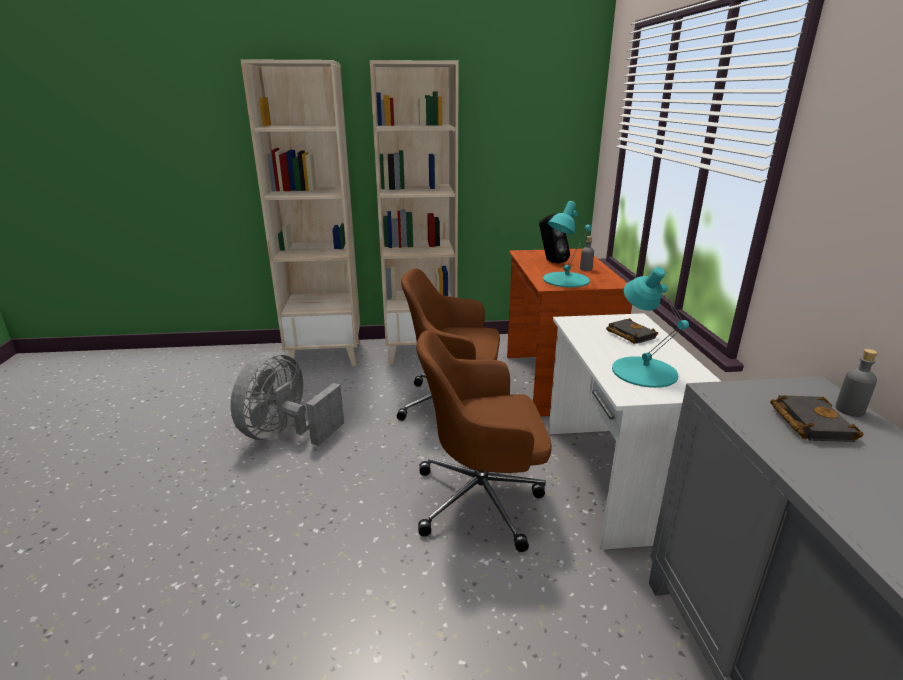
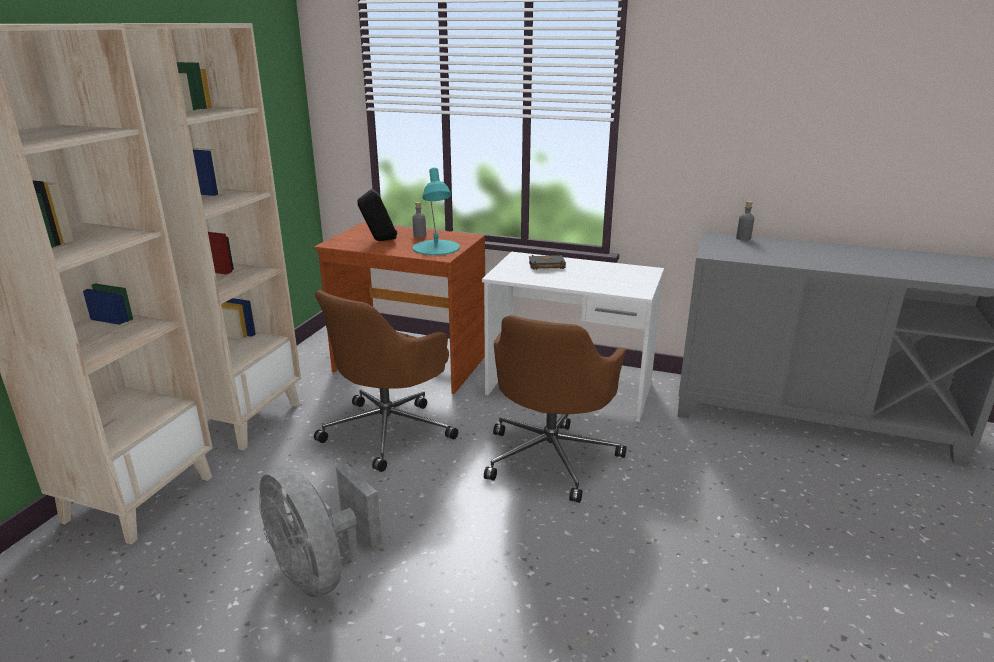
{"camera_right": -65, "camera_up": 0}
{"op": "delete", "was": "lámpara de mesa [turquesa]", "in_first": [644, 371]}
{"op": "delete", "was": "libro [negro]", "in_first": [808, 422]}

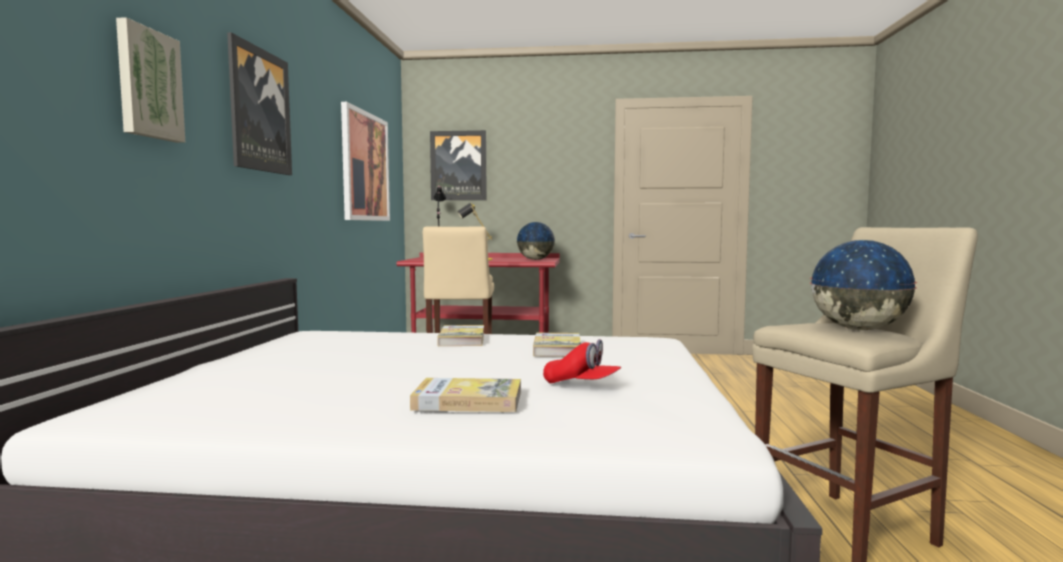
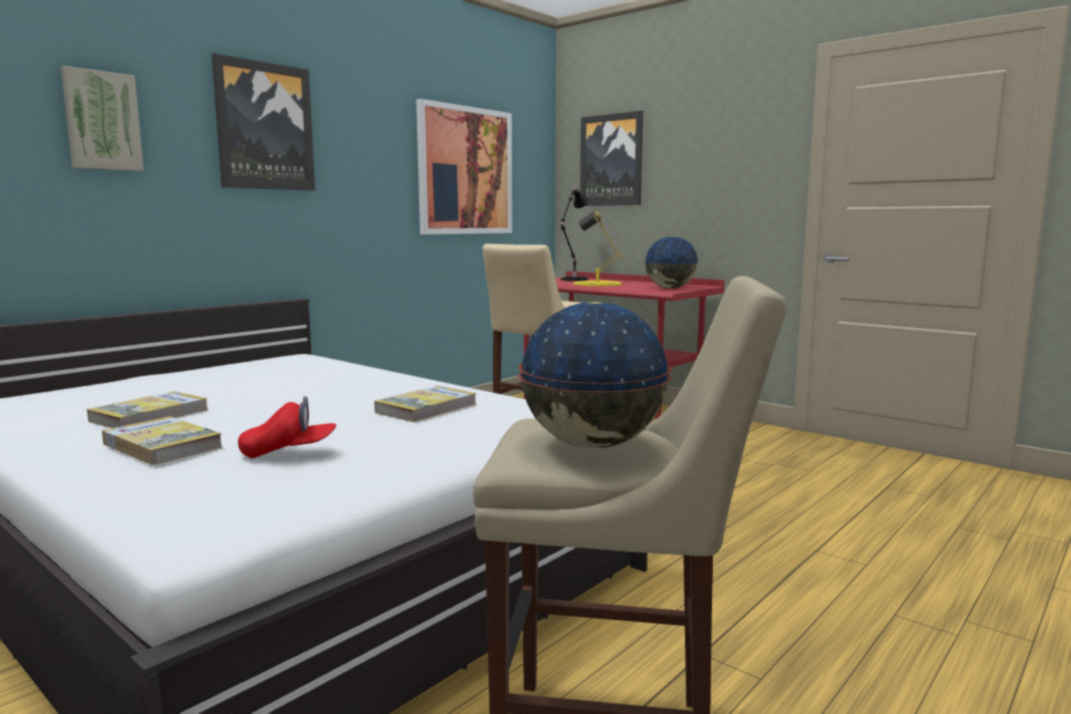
{"camera_right": 35, "camera_up": 5}
{"op": "move", "was": "libro", "in_first": [462, 339], "in_second": [150, 415]}
{"op": "rotate", "was": "gorra [rojo]", "in_first": [581, 384], "in_second": [289, 452], "clockwise": -75}

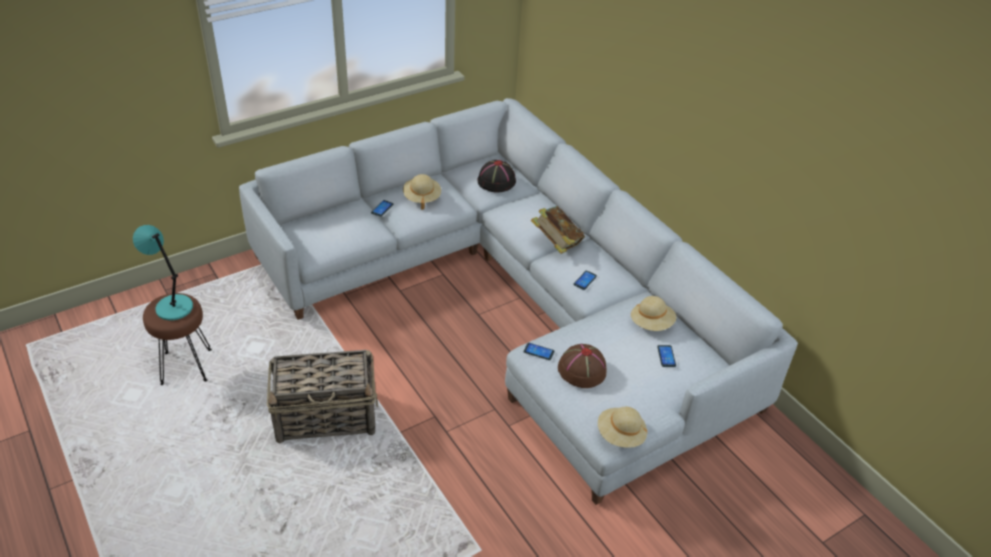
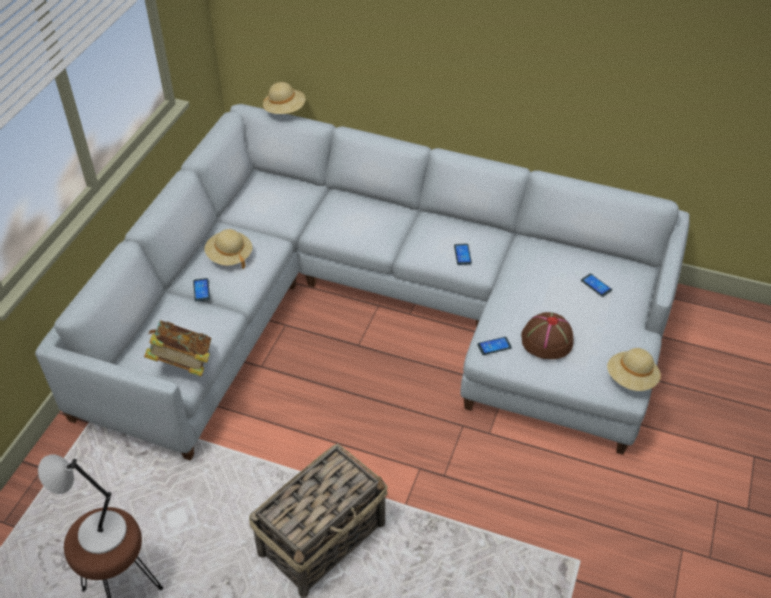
{"camera_right": -35, "camera_up": 5}
{"op": "delete", "was": "sombrero [negro]", "in_first": [496, 181]}
{"op": "move", "was": "libro", "in_first": [556, 244], "in_second": [182, 363]}
{"op": "move", "was": "sombrero [beis]", "in_first": [651, 324], "in_second": [285, 110]}
{"op": "recolor", "was": "lámpara de mesa [turquesa]", "now": "lámpara de mesa [gris]", "in_first": [172, 307], "in_second": [99, 533]}

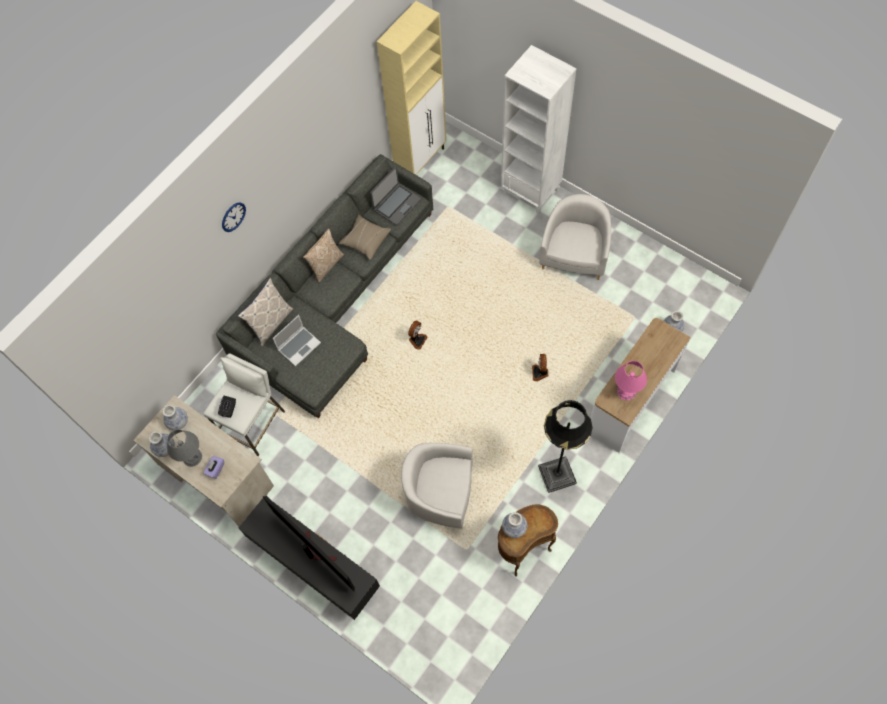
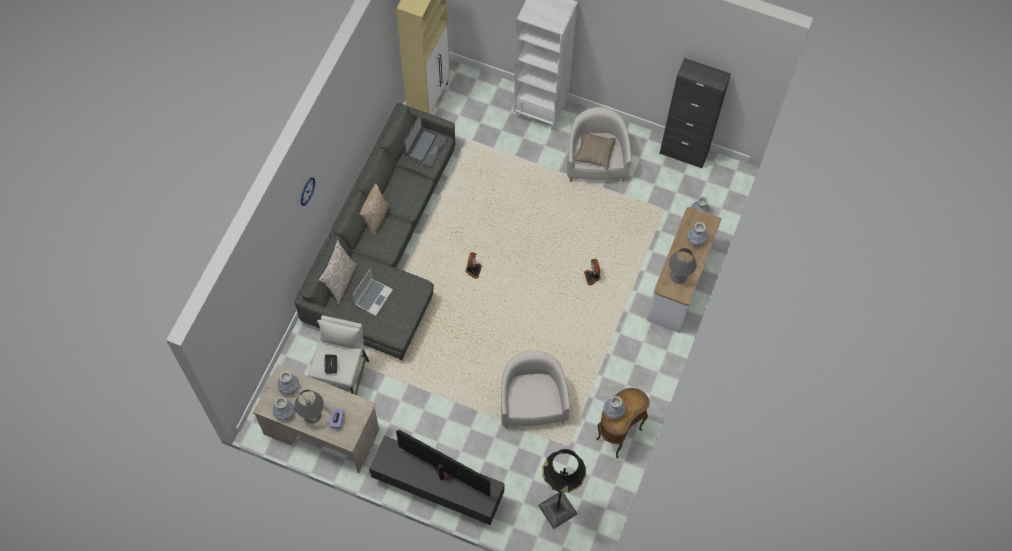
{"camera_right": -20, "camera_up": 0}
{"op": "insert", "now": "armario [negro]", "in_second": [683, 153]}
{"op": "insert", "now": "florero", "in_second": [696, 239]}
{"op": "move", "was": "cojín [beis]", "in_first": [365, 240], "in_second": [594, 153]}
{"op": "move", "was": "lámpara de pie [negro]", "in_first": [557, 475], "in_second": [557, 510]}
{"op": "recolor", "was": "lámpara de mesa [rosa]", "now": "lámpara de mesa [gris]", "in_first": [626, 391], "in_second": [678, 276]}
{"op": "rotate", "was": "sillón [blanco]", "in_first": [440, 493], "in_second": [532, 403], "clockwise": 90}

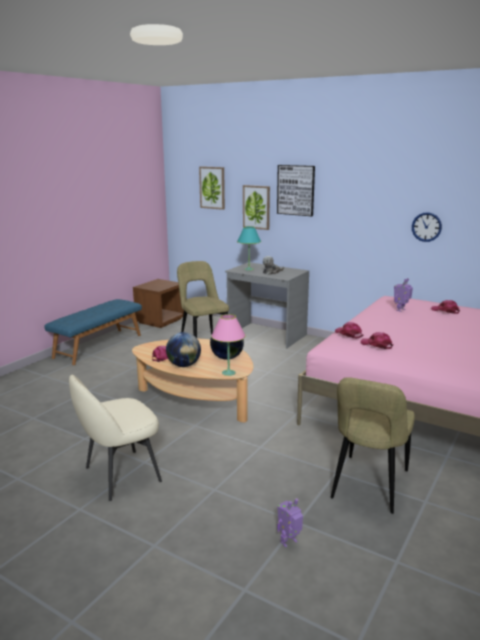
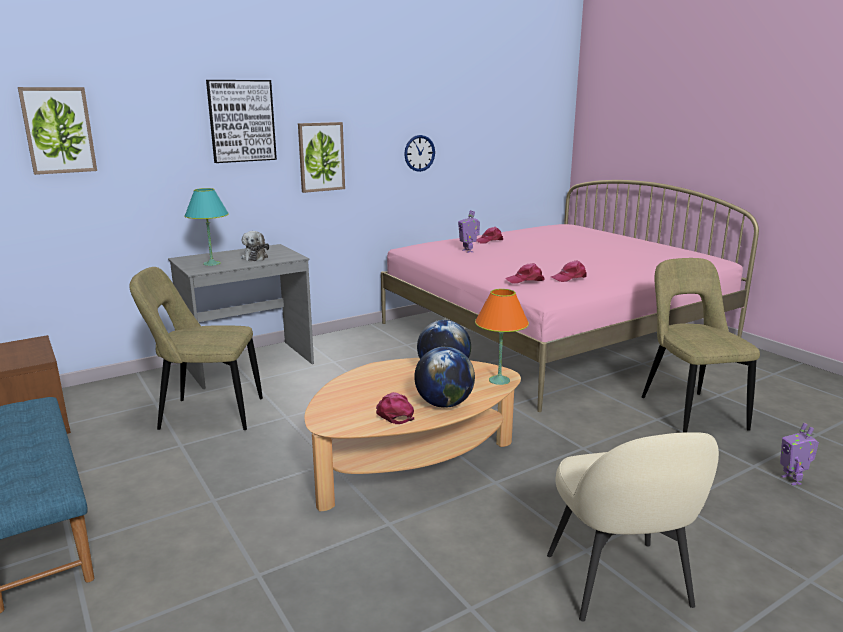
{"camera_right": -65, "camera_up": 0}
{"op": "move", "was": "cuadro", "in_first": [256, 207], "in_second": [321, 157]}
{"op": "recolor", "was": "lámpara de mesa [rosa]", "now": "lámpara de mesa [naranja]", "in_first": [228, 373], "in_second": [499, 380]}
{"op": "rotate", "was": "silla [beis]", "in_first": [368, 486], "in_second": [689, 411], "clockwise": -150}

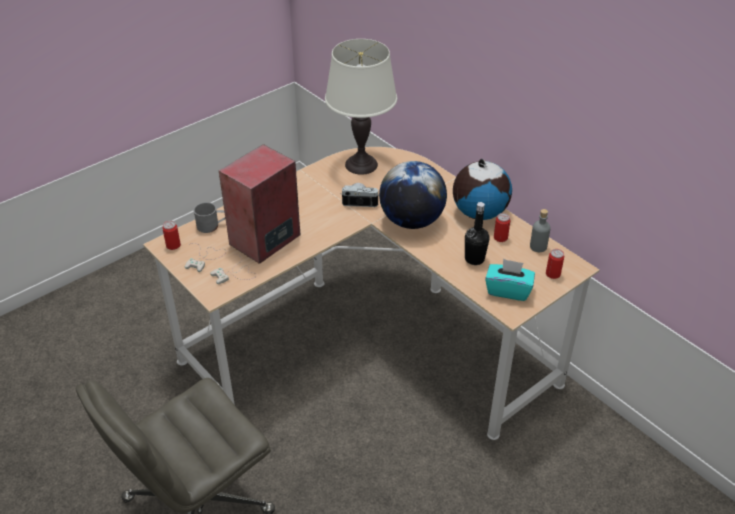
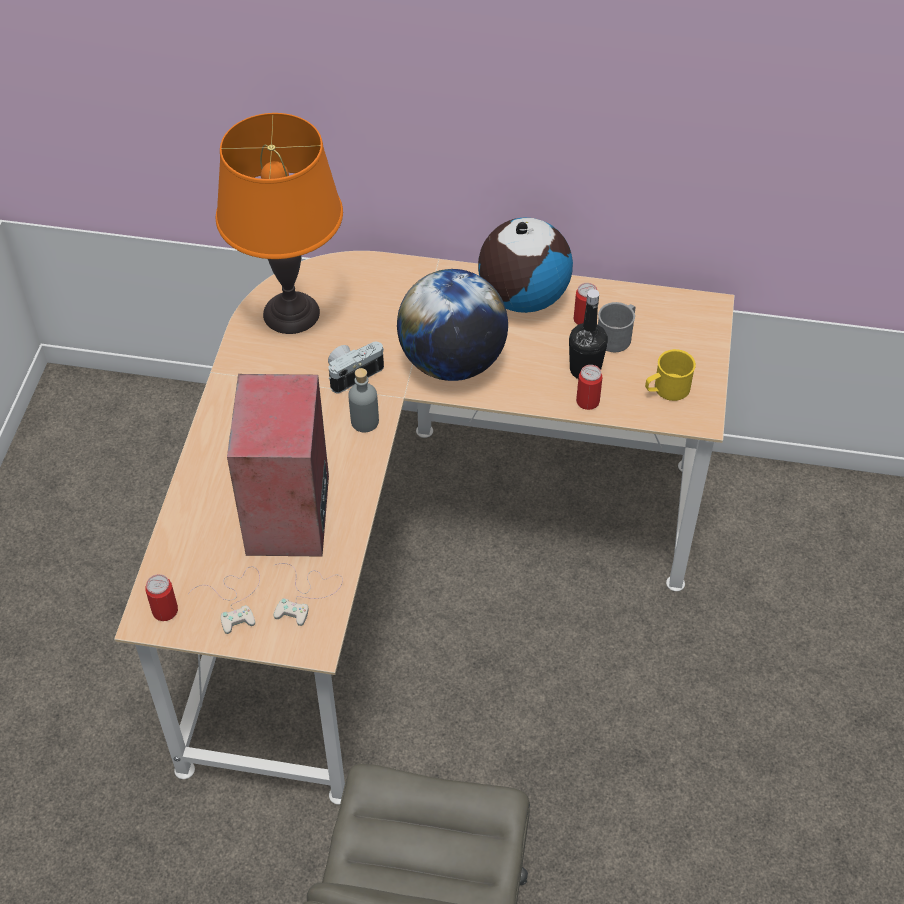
{"camera_right": -40, "camera_up": 10}
{"op": "move", "was": "taza grande [gris]", "in_first": [211, 225], "in_second": [617, 336]}
{"op": "move", "was": "botella [gris]", "in_first": [538, 246], "in_second": [364, 421]}
{"op": "move", "was": "lata", "in_first": [553, 274], "in_second": [587, 401]}
{"op": "replace", "was": "caja de pañuelos [turquesa]", "now": "taza grande [amarillo]", "in_first": [508, 290], "in_second": [666, 389]}
{"op": "recolor", "was": "lámpara de mesa [blanco]", "now": "lámpara de mesa [naranja]", "in_first": [361, 164], "in_second": [291, 313]}

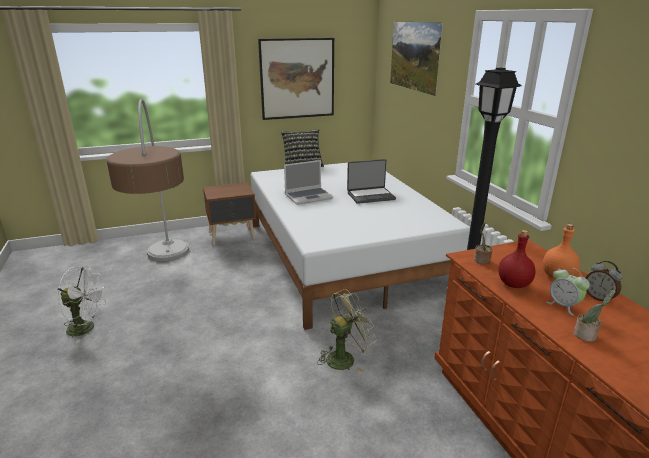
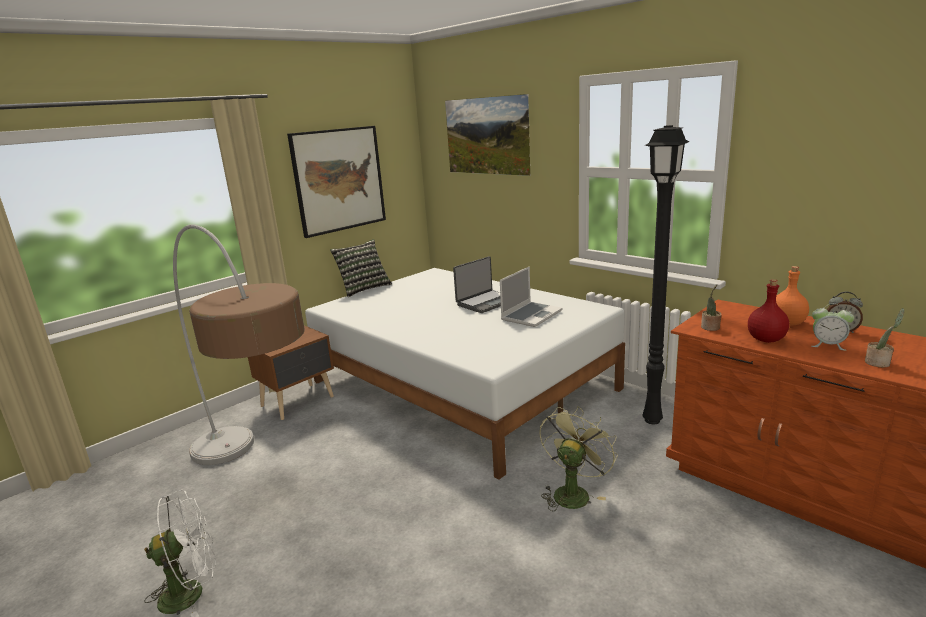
{"camera_right": -25, "camera_up": -5}
{"op": "move", "was": "portátil", "in_first": [309, 196], "in_second": [531, 315]}

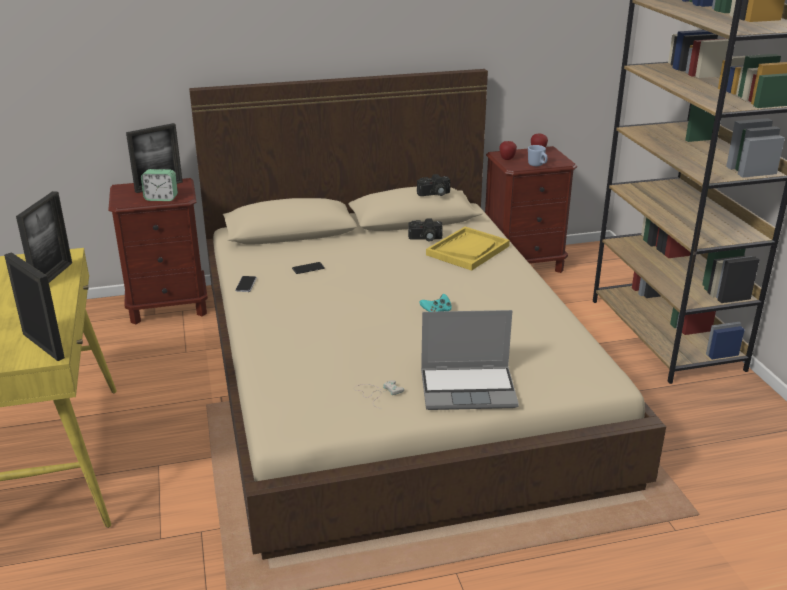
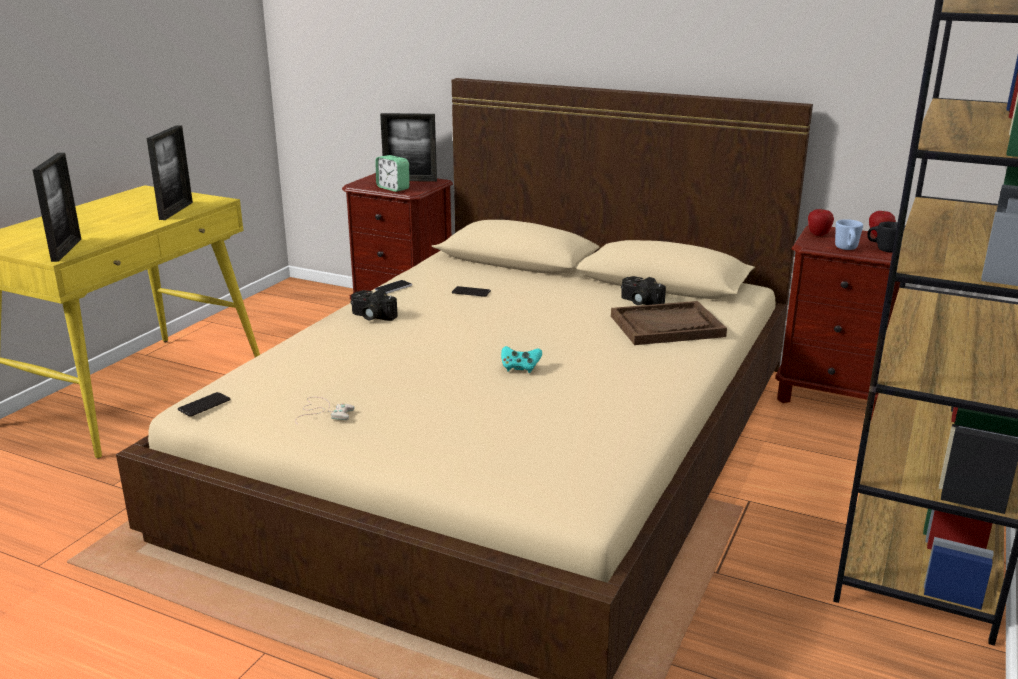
{"camera_right": 40, "camera_up": -5}
{"op": "delete", "was": "portátil", "in_first": [469, 389]}
{"op": "insert", "now": "móvil", "in_second": [204, 405]}
{"op": "insert", "now": "taza grande [negro]", "in_second": [883, 249]}
{"op": "move", "was": "cámara", "in_first": [434, 194], "in_second": [371, 317]}
{"op": "recolor", "was": "bandeja [amarillo]", "now": "bandeja [marrón]", "in_first": [468, 250], "in_second": [667, 326]}
{"op": "rotate", "was": "portarretratos", "in_first": [53, 276], "in_second": [176, 211], "clockwise": -45}

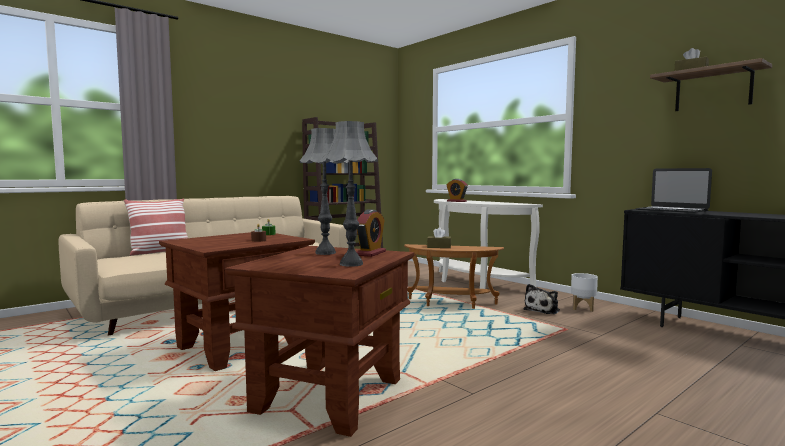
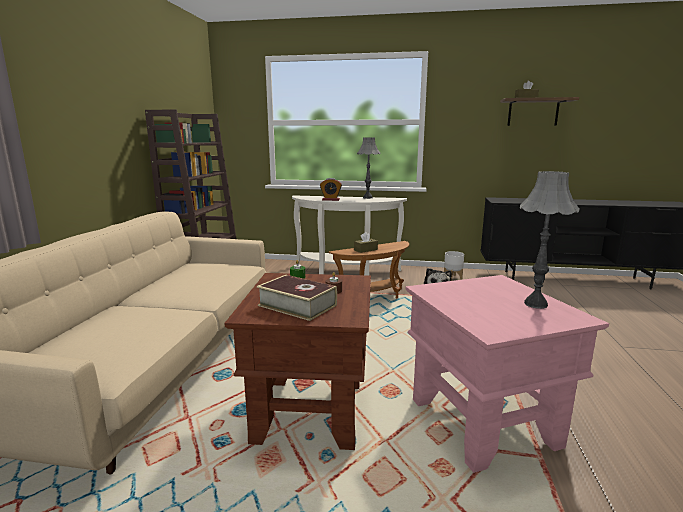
{"camera_right": -40, "camera_up": 10}
{"op": "delete", "was": "cojín", "in_first": [160, 251]}
{"op": "delete", "was": "despertador", "in_first": [370, 253]}
{"op": "delete", "was": "portátil", "in_first": [672, 210]}
{"op": "insert", "now": "libro", "in_second": [297, 305]}
{"op": "move", "was": "lámpara de mesa [gris]", "in_first": [325, 253], "in_second": [367, 197]}
{"op": "recolor", "was": "mesa auxiliar [marrón]", "now": "mesa auxiliar [rosa]", "in_first": [330, 395], "in_second": [483, 422]}

